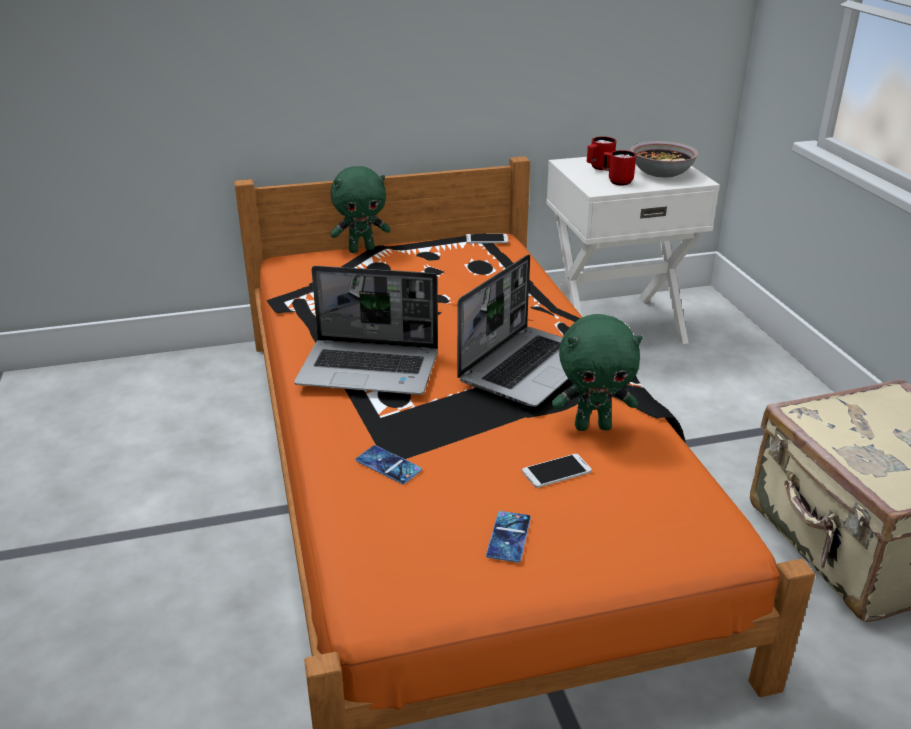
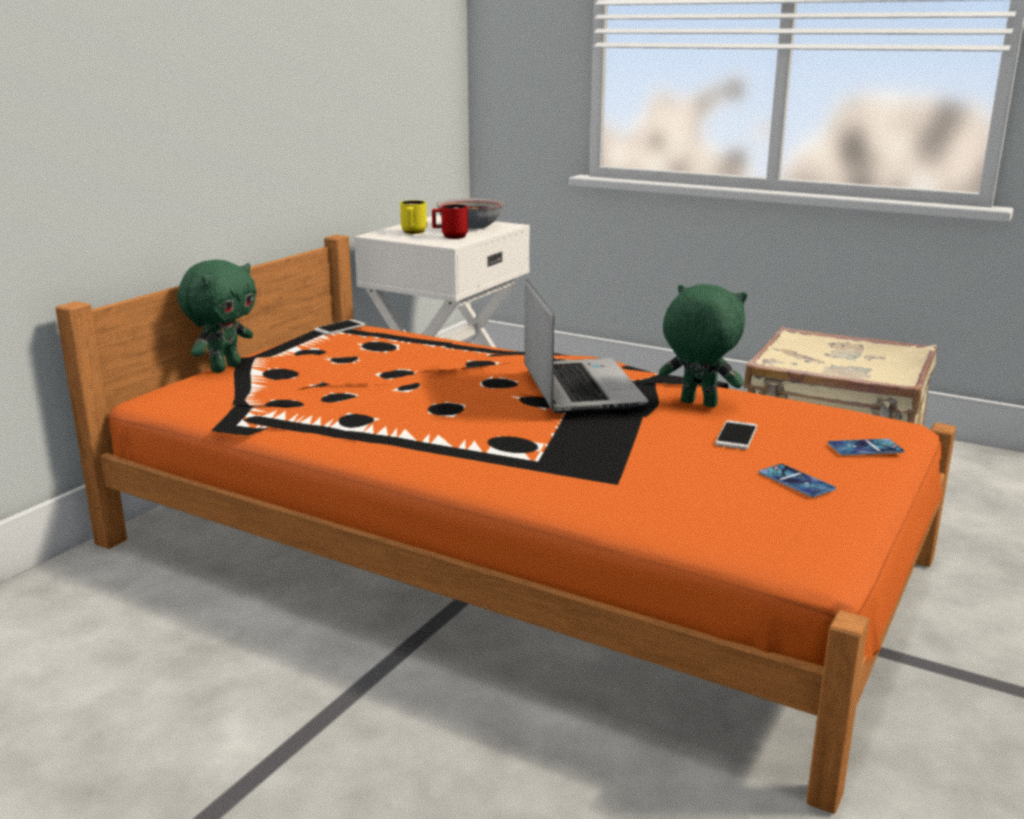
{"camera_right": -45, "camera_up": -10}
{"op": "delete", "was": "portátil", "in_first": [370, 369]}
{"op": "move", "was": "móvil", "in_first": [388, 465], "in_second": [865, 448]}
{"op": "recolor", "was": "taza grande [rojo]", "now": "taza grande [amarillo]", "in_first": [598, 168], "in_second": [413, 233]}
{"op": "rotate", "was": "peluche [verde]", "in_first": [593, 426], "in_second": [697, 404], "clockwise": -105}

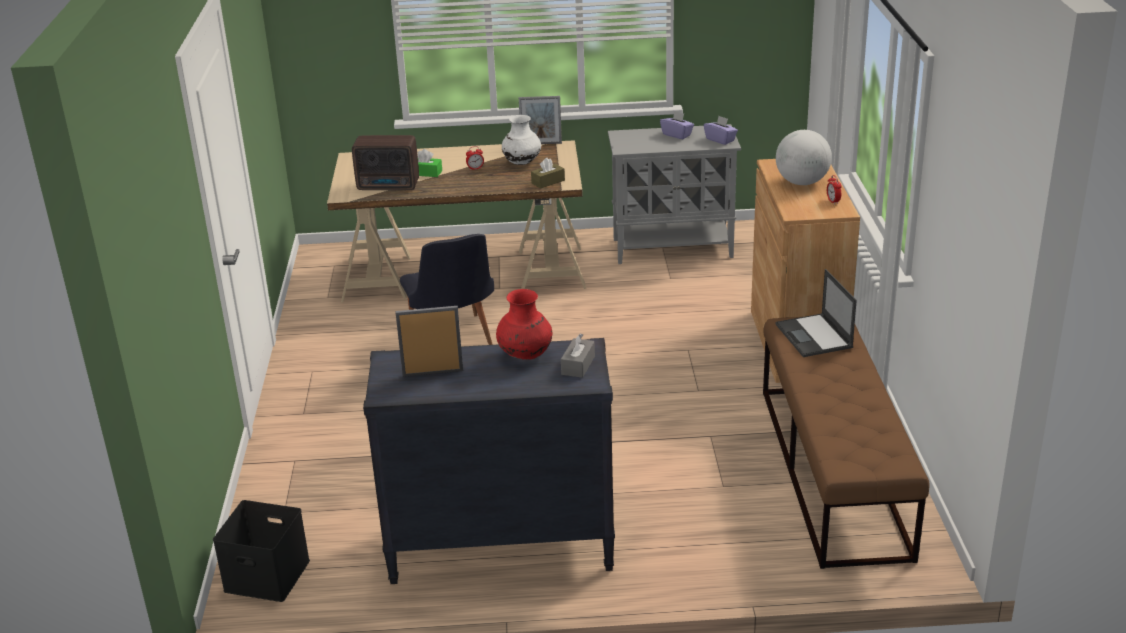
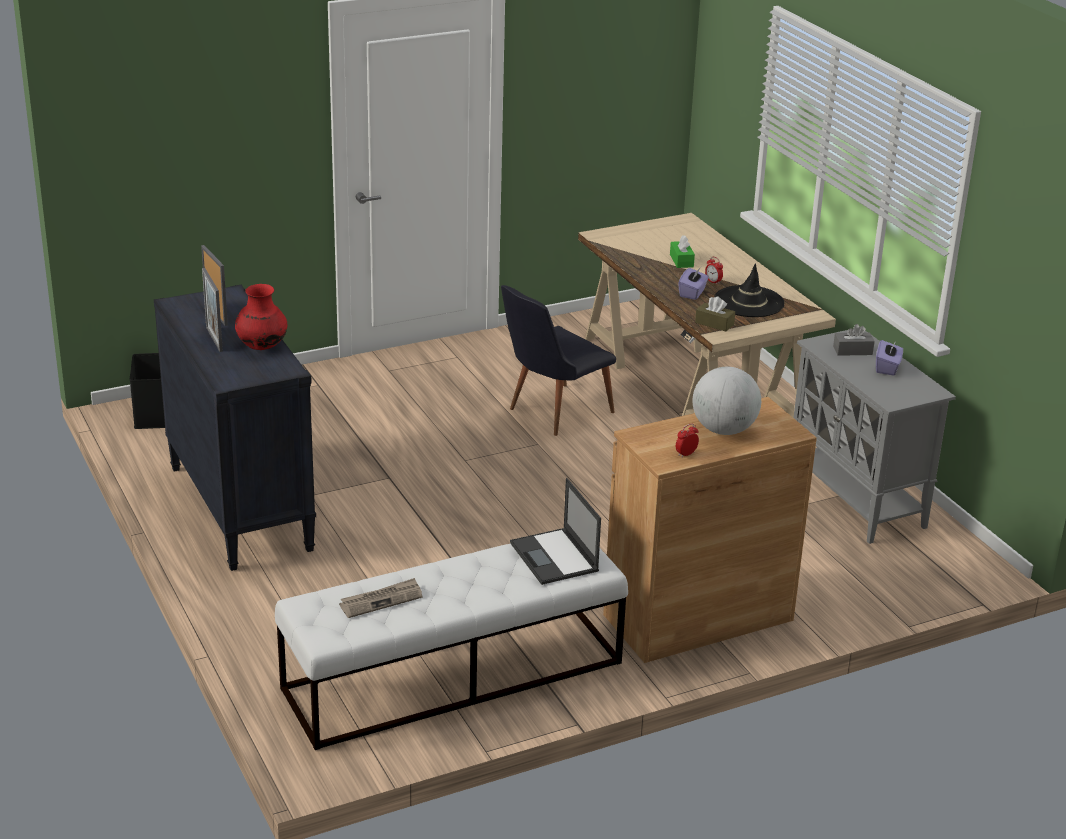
{"camera_right": 65, "camera_up": 0}
{"op": "delete", "was": "radio", "in_first": [389, 186]}
{"op": "insert", "now": "periódico", "in_second": [381, 600]}
{"op": "move", "was": "portarretratos", "in_first": [541, 143], "in_second": [214, 339]}
{"op": "move", "was": "caja de pañuelos [gris]", "in_first": [578, 365], "in_second": [852, 350]}
{"op": "move", "was": "caja de pañuelos [morado]", "in_first": [720, 140], "in_second": [692, 293]}
{"op": "replace", "was": "florero [blanco]", "now": "sombrero [negro]", "in_first": [522, 163], "in_second": [749, 302]}
{"op": "recolor", "was": "banco [marrón]", "now": "banco [blanco]", "in_first": [833, 470], "in_second": [452, 676]}
{"op": "rotate", "was": "portátil", "in_first": [814, 336], "in_second": [555, 557], "clockwise": -75}

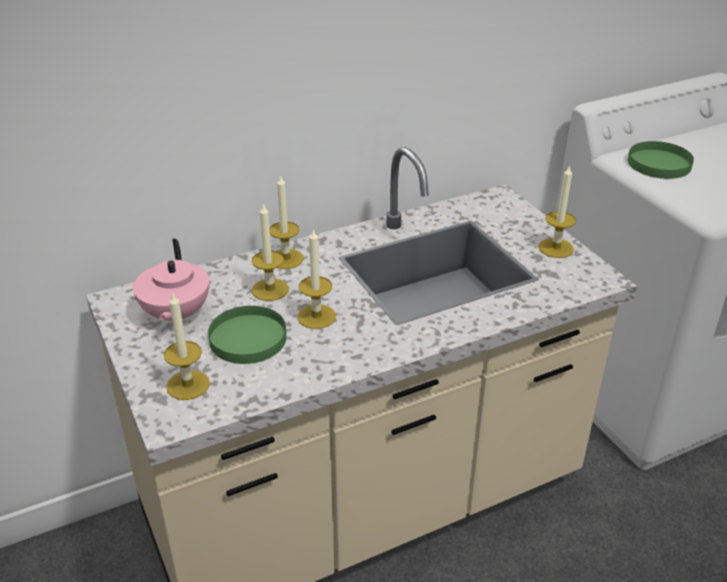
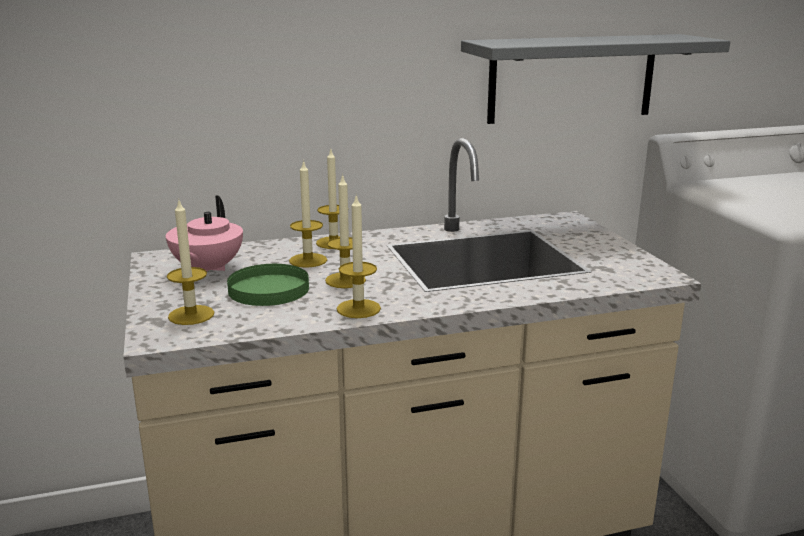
{"camera_right": 10, "camera_up": -15}
{"op": "delete", "was": "plato [verde]", "in_first": [658, 163]}
{"op": "insert", "now": "estante [gris]", "in_second": [572, 78]}
{"op": "move", "was": "vela", "in_first": [556, 248], "in_second": [358, 308]}

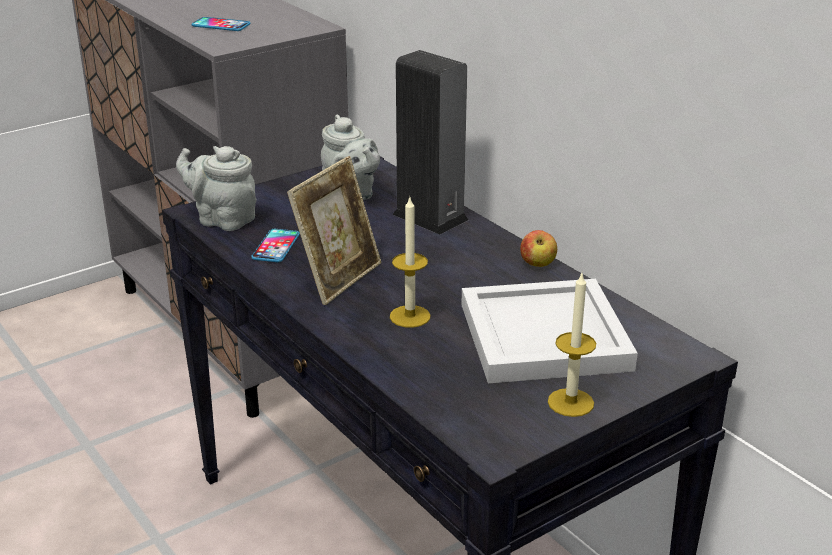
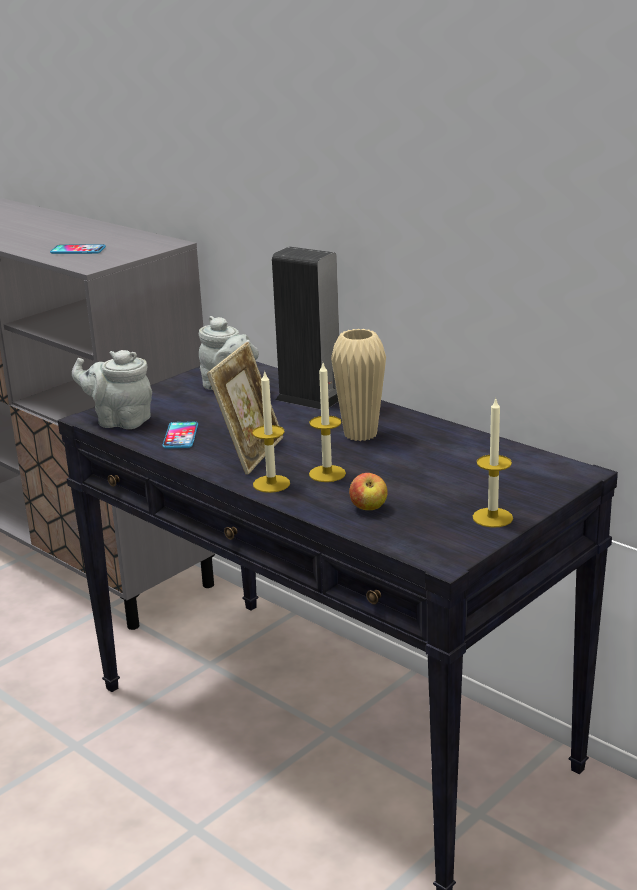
{"camera_right": -10, "camera_up": -5}
{"op": "delete", "was": "bandeja [blanco]", "in_first": [546, 335]}
{"op": "insert", "now": "vela", "in_second": [271, 484]}
{"op": "insert", "now": "florero [beis]", "in_second": [360, 434]}
{"op": "move", "was": "manzana", "in_first": [537, 264], "in_second": [368, 508]}

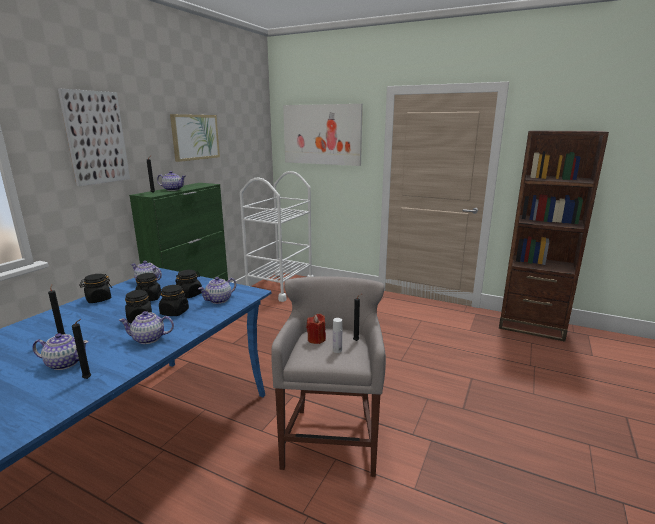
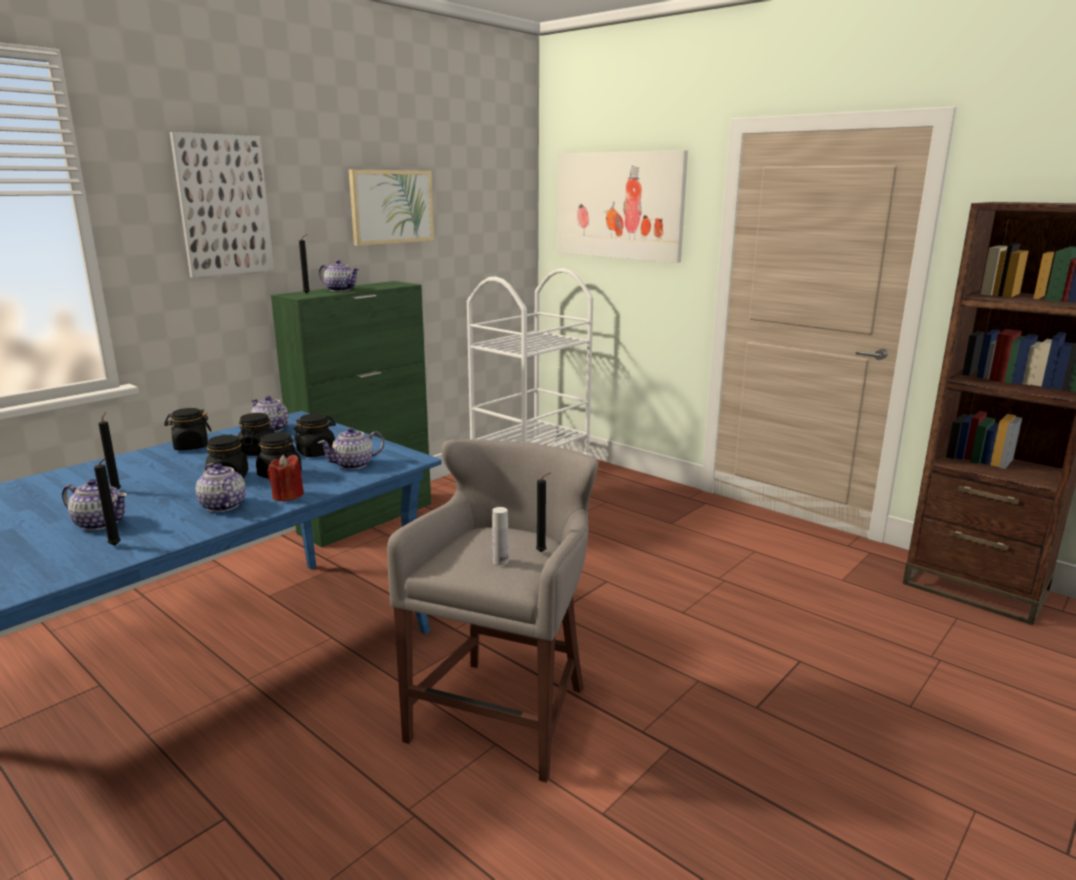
{"camera_right": 15, "camera_up": 0}
{"op": "move", "was": "vela [rojo]", "in_first": [316, 339], "in_second": [287, 496]}
{"op": "rotate", "was": "tetera", "in_first": [149, 339], "in_second": [222, 506], "clockwise": 45}

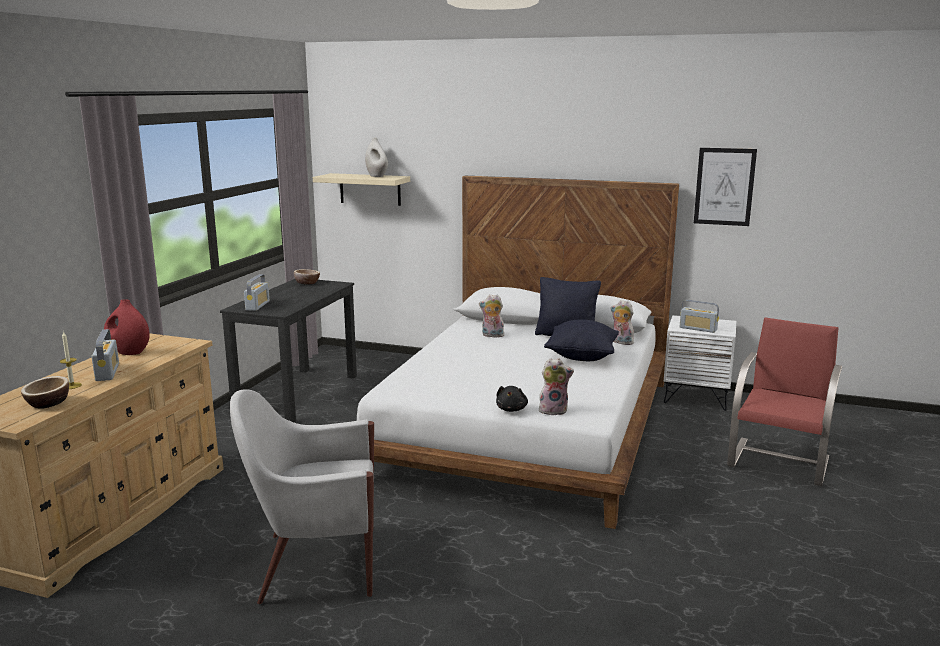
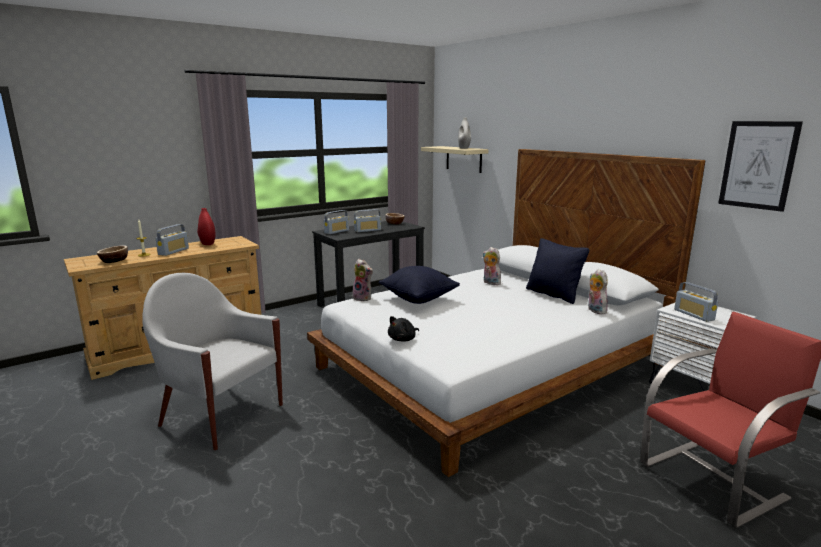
{"camera_right": 35, "camera_up": 0}
{"op": "insert", "now": "radio", "in_second": [367, 230]}
{"op": "move", "was": "peluche", "in_first": [553, 410], "in_second": [363, 298]}
{"op": "move", "was": "cojín [negro]", "in_first": [581, 357], "in_second": [419, 299]}

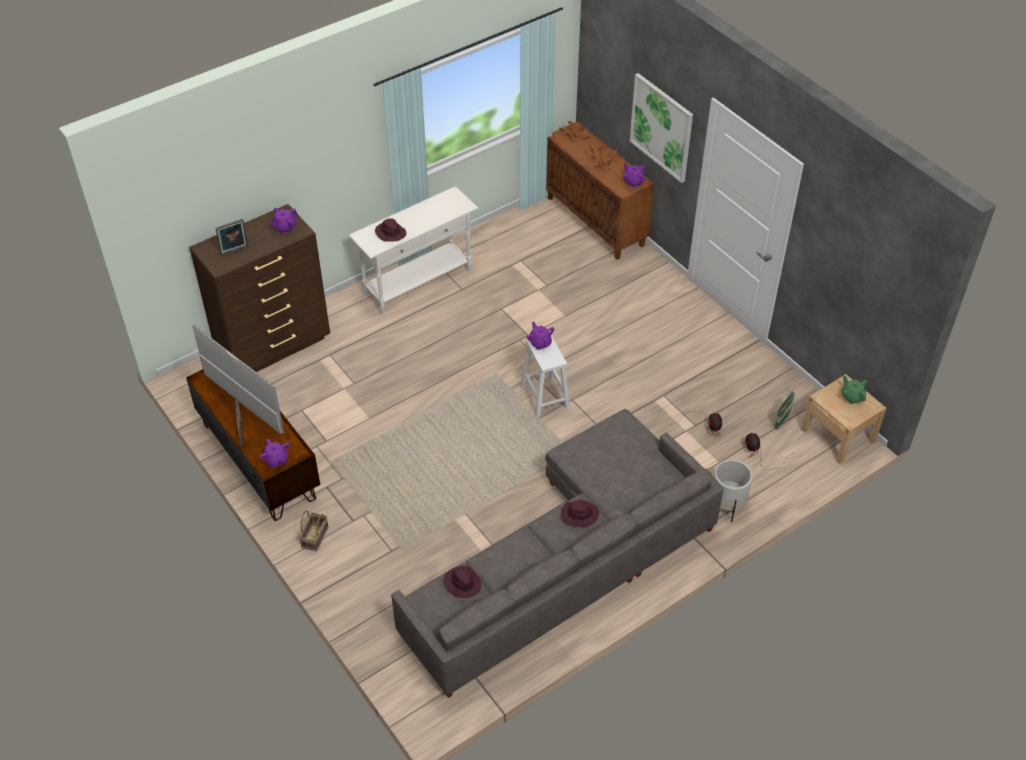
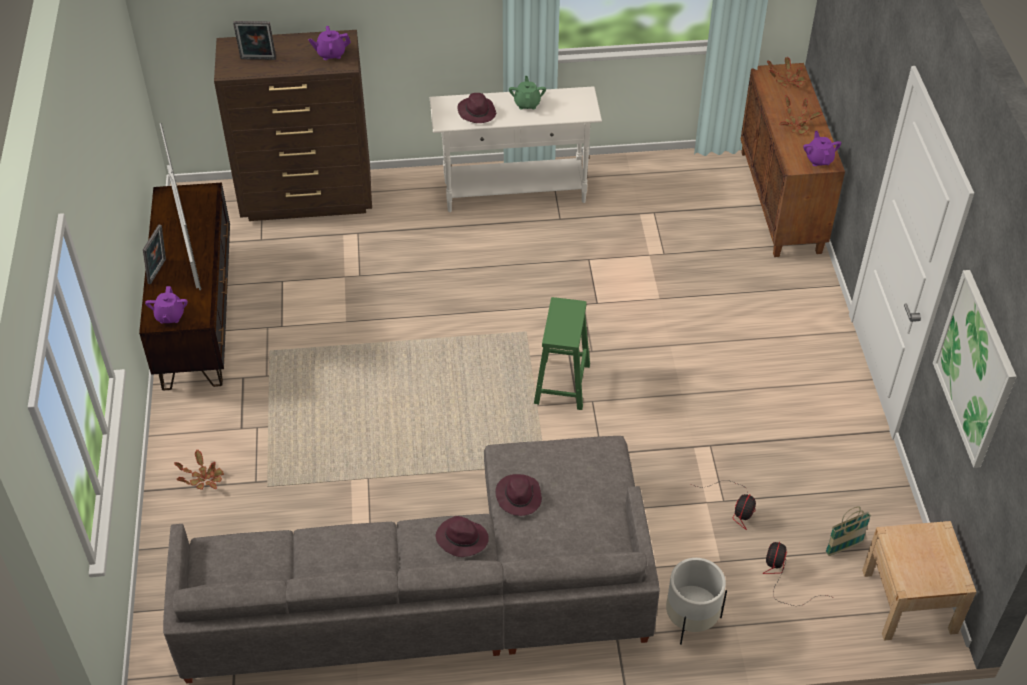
{"camera_right": 30, "camera_up": 0}
{"op": "delete", "was": "cesta", "in_first": [315, 538]}
{"op": "delete", "was": "tetera [morado]", "in_first": [540, 343]}
{"op": "insert", "now": "planta en maceta", "in_second": [203, 478]}
{"op": "move", "was": "sombrero [morado]", "in_first": [462, 583], "in_second": [518, 496]}
{"op": "move", "was": "cuadro", "in_first": [661, 127], "in_second": [975, 368]}
{"op": "move", "was": "tetera [verde]", "in_first": [852, 397], "in_second": [527, 103]}
{"op": "recolor", "was": "taburete [blanco]", "now": "taburete [verde]", "in_first": [545, 397], "in_second": [562, 385]}

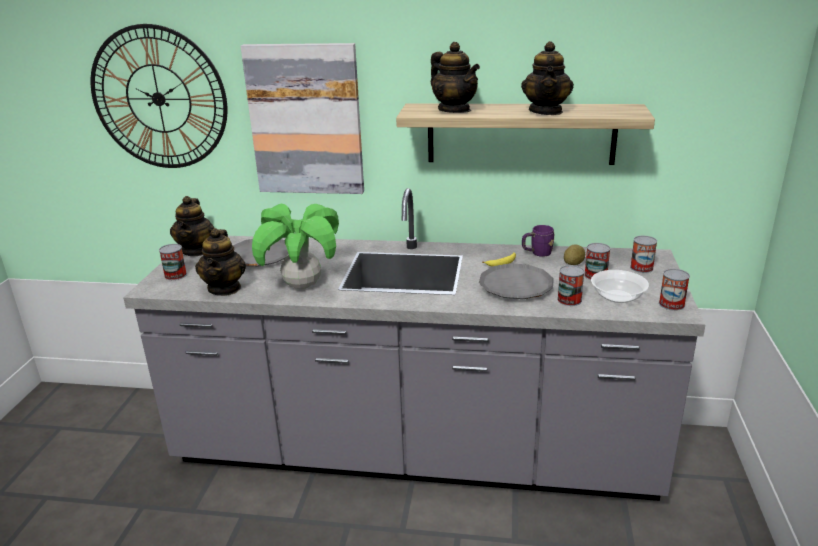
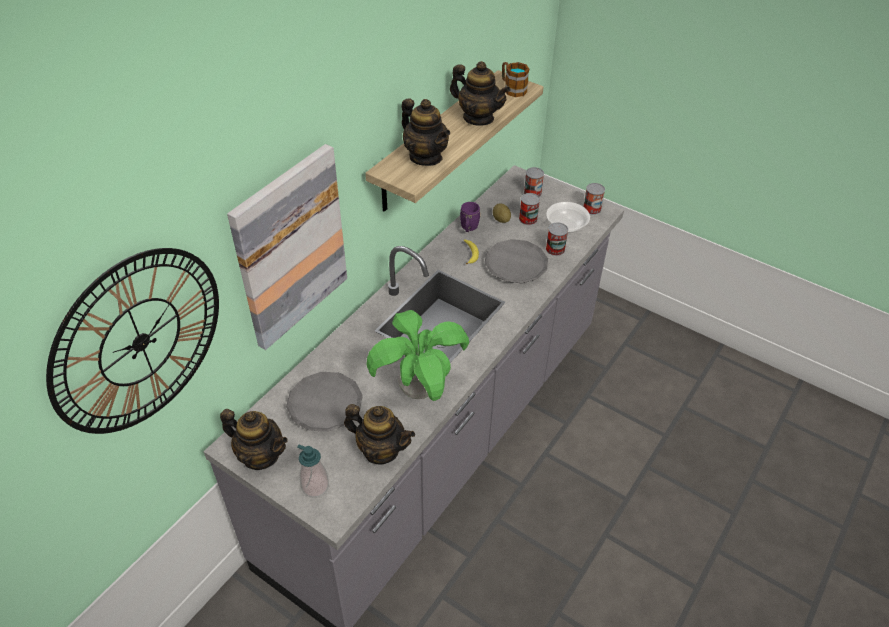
{"camera_right": -65, "camera_up": 20}
{"op": "insert", "now": "taza grande", "in_second": [512, 89]}
{"op": "replace", "was": "lata", "now": "dispensador de jabón", "in_first": [175, 275], "in_second": [315, 486]}
{"op": "rotate", "was": "tetera", "in_first": [454, 110], "in_second": [425, 157], "clockwise": 60}

